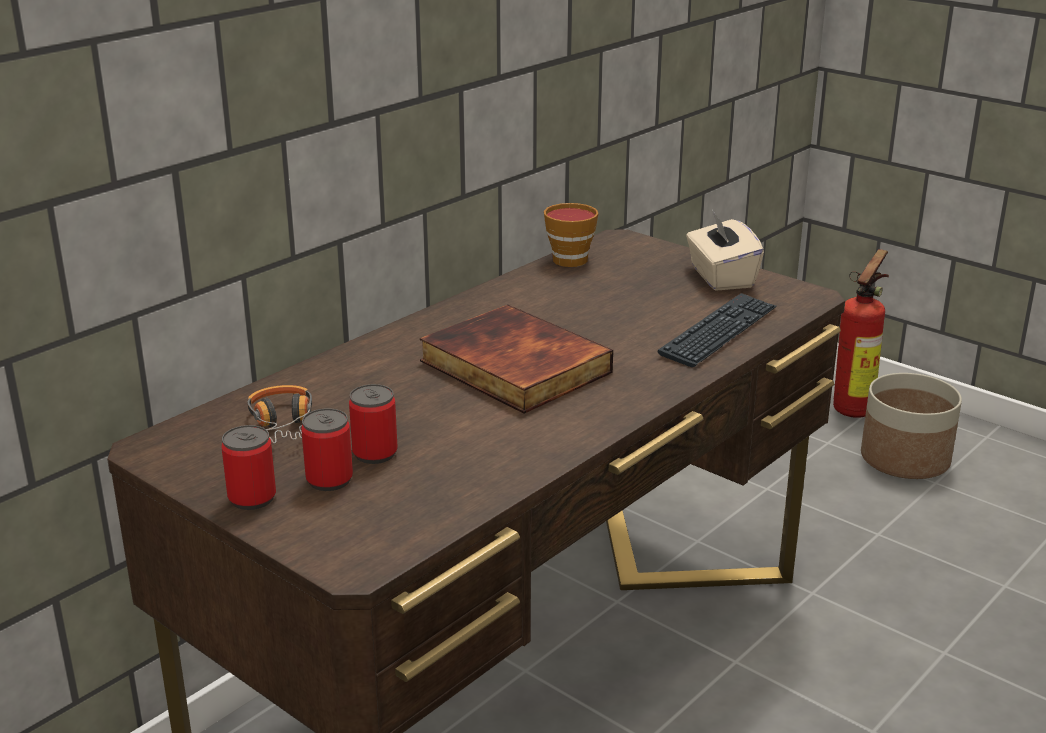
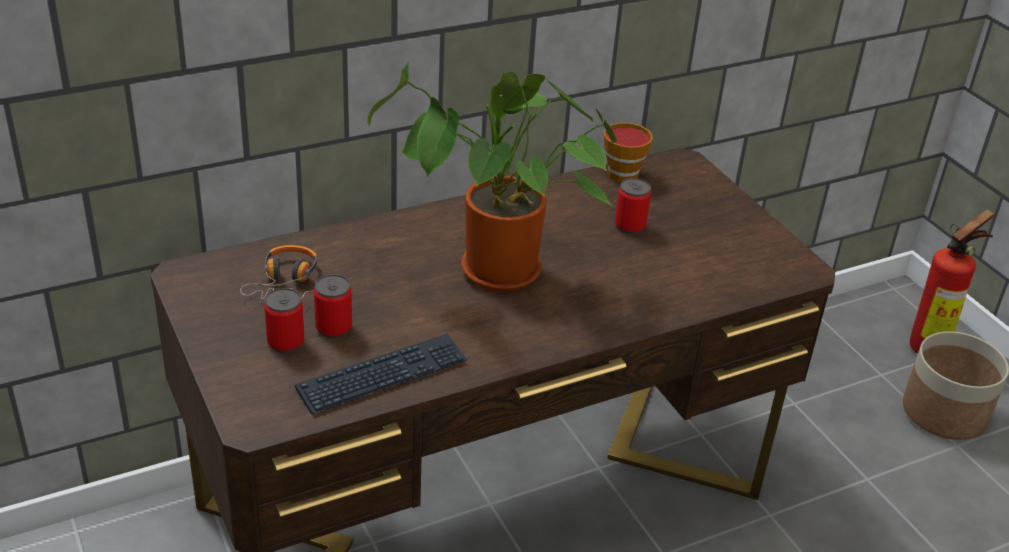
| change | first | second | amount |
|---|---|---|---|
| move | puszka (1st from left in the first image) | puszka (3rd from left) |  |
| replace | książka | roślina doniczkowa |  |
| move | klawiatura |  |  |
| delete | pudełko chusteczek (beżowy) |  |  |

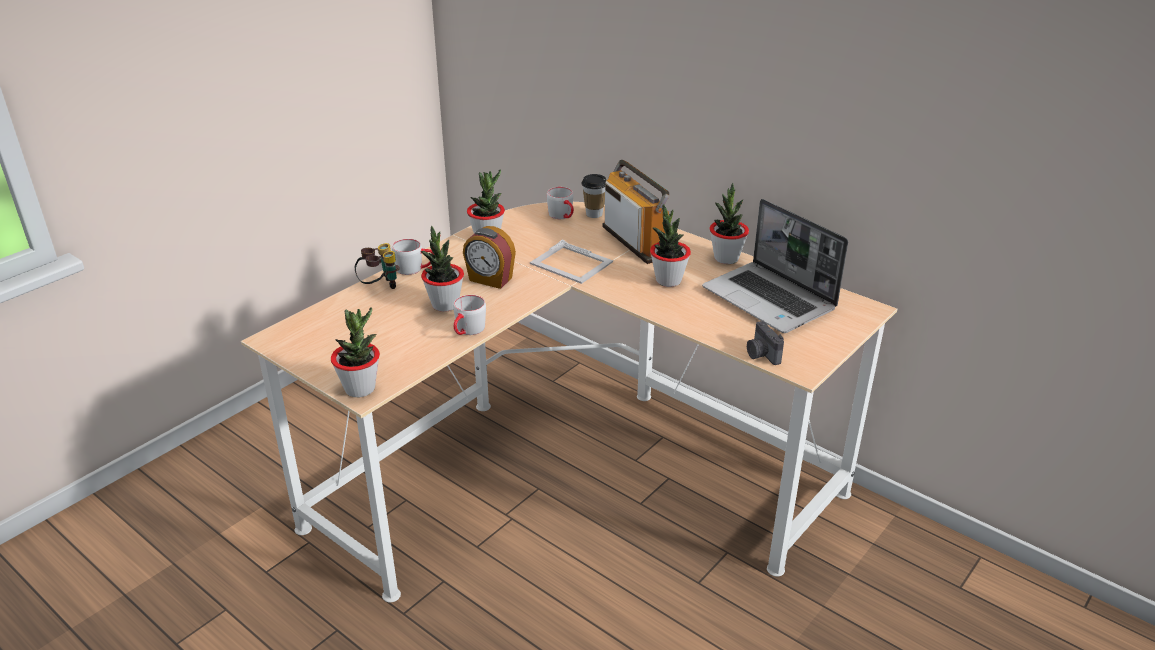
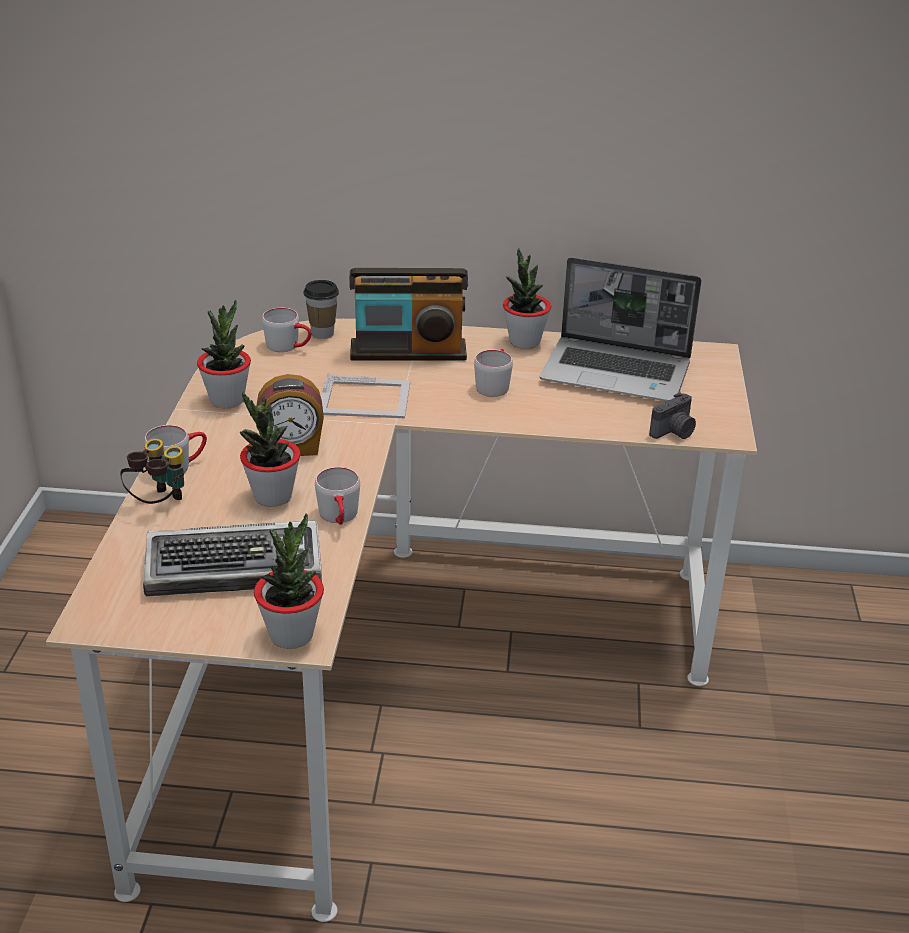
| change | first | second | amount |
|---|---|---|---|
| rotate | radio |  | 150 degrees clockwise |
| replace | roślina doniczkowa (4th from left) | kubek (szary) (4th from left) |  |
| rotate | aparat fotograficzny |  | 75 degrees counterclockwise |
| insert |  | klawiatura |  |

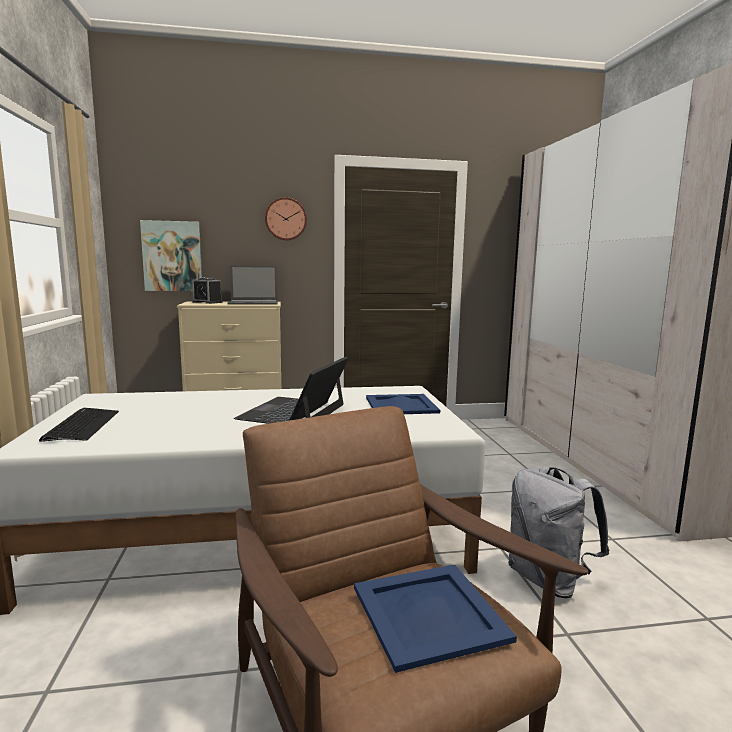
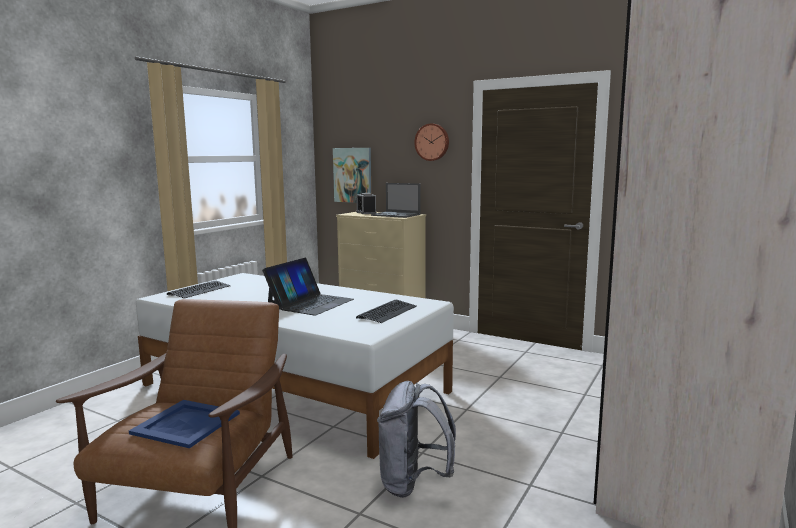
| change | first | second | amount |
|---|---|---|---|
| rotate | laptop (2nd from left in the first image) | laptop (1st from left) | 150 degrees clockwise |
| replace | taca (niebieski) (1st from left) | klawiatura (2nd from left) |  |

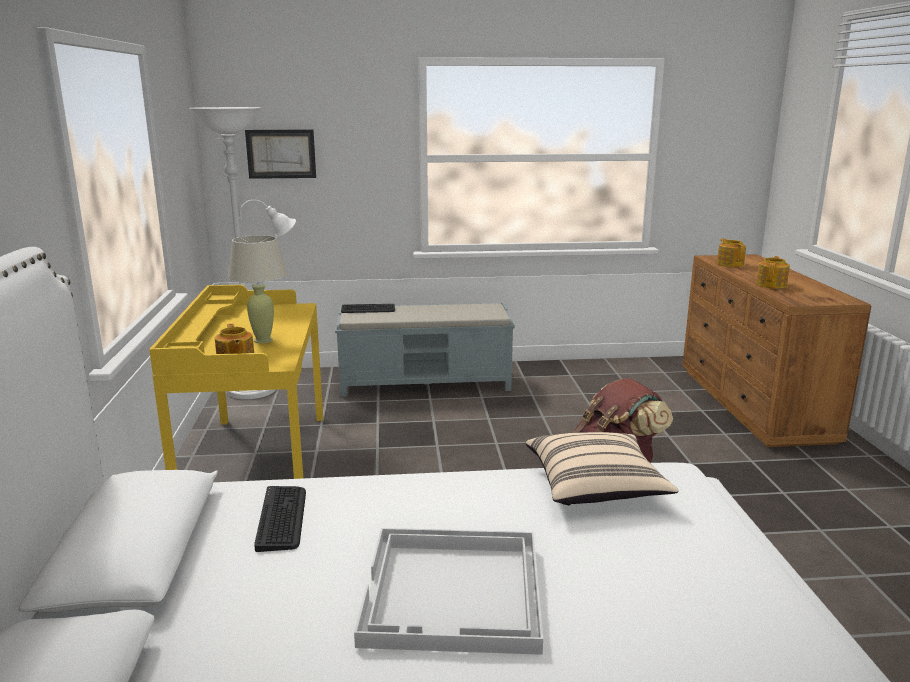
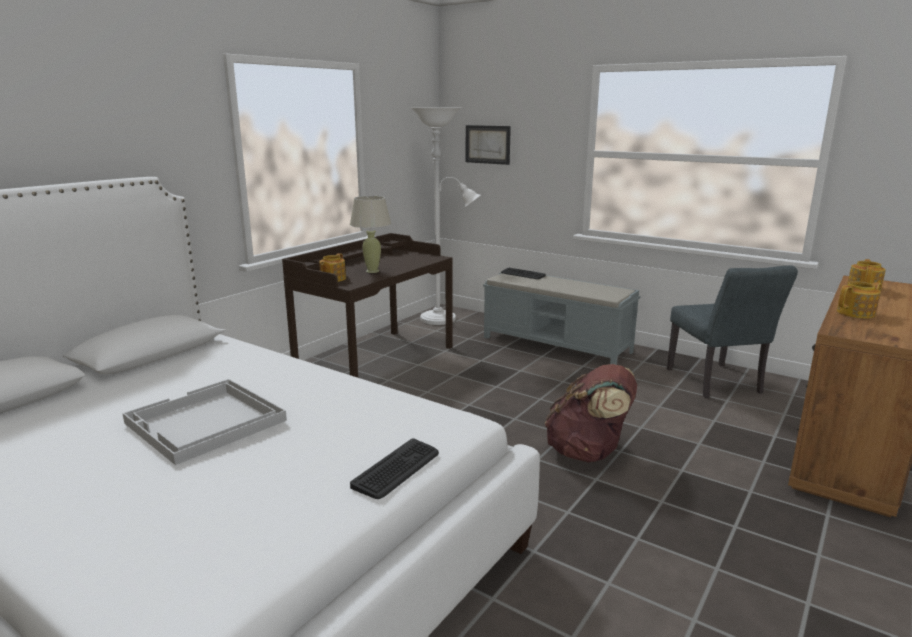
| change | first | second | amount |
|---|---|---|---|
| recolor | biurko (żółty) | biurko (brązowy) |  |
| move | klawiatura (1st from left) |  |  |
| delete | poduszka (beżowy) |  |  |
| insert |  | krzesło (szary) |  |

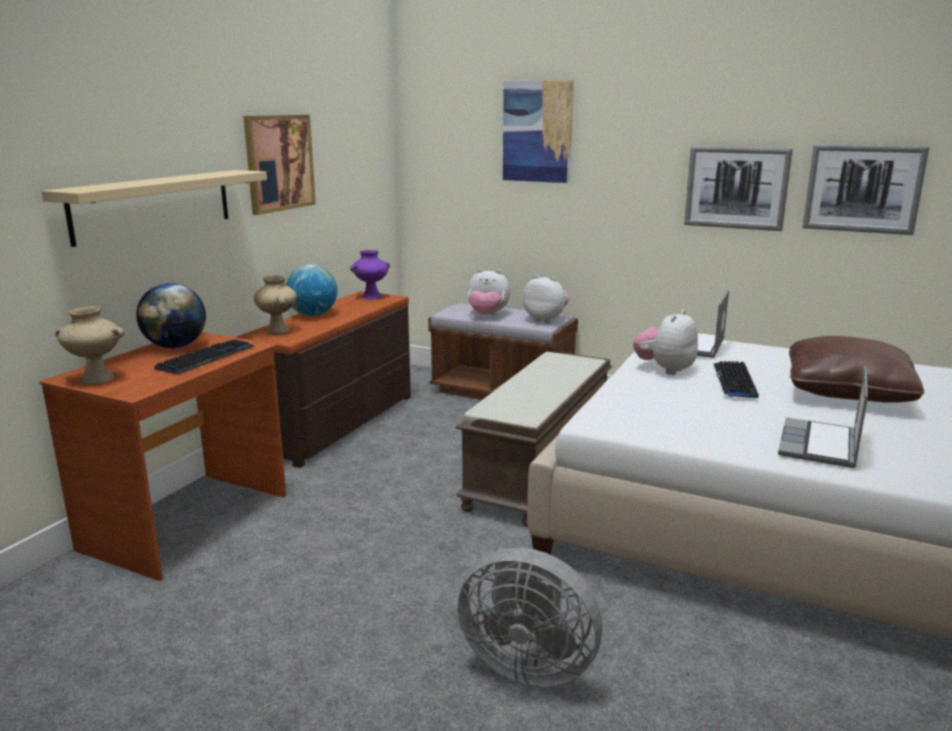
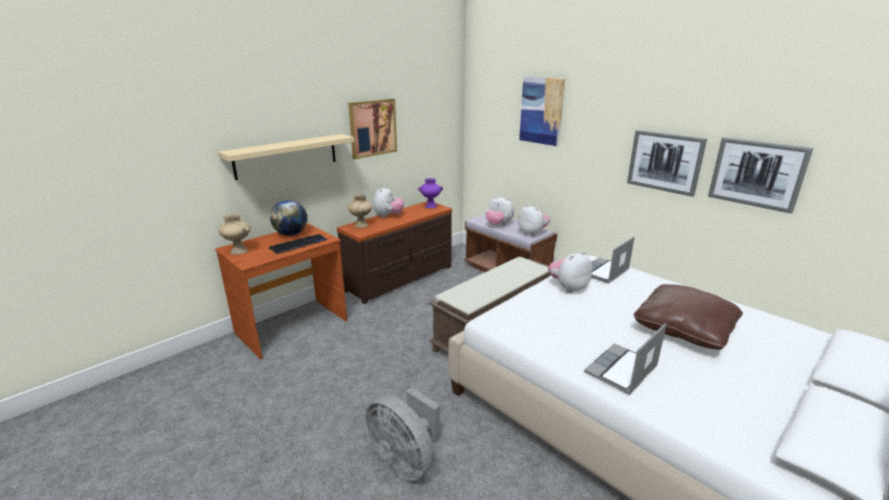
| change | first | second | amount |
|---|---|---|---|
| replace | globus (2nd from left) | pluszak (1st from left) |  |
| delete | klawiatura (2nd from left) |  |  |

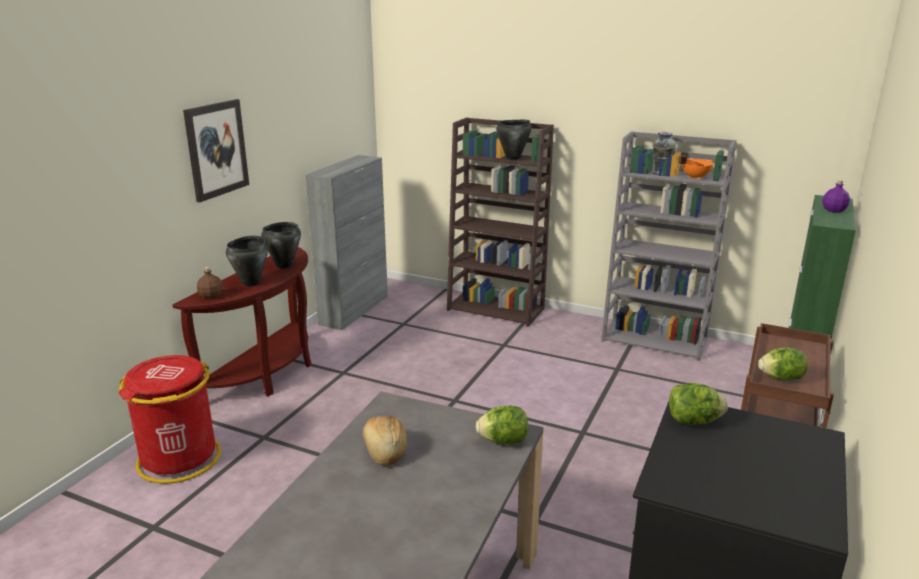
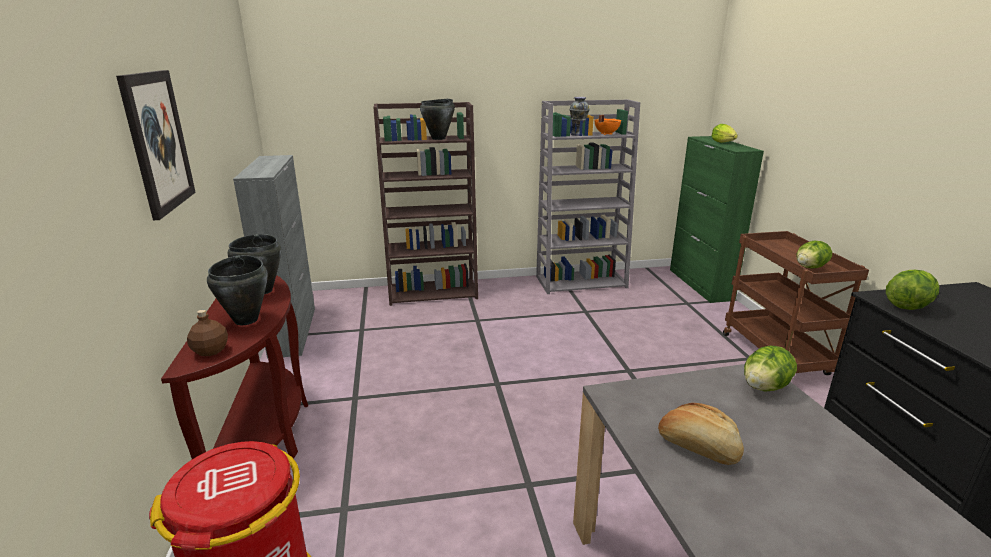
| change | first | second | amount |
|---|---|---|---|
| replace | butelka (fioletowy) | sałata (1st from left) |  |

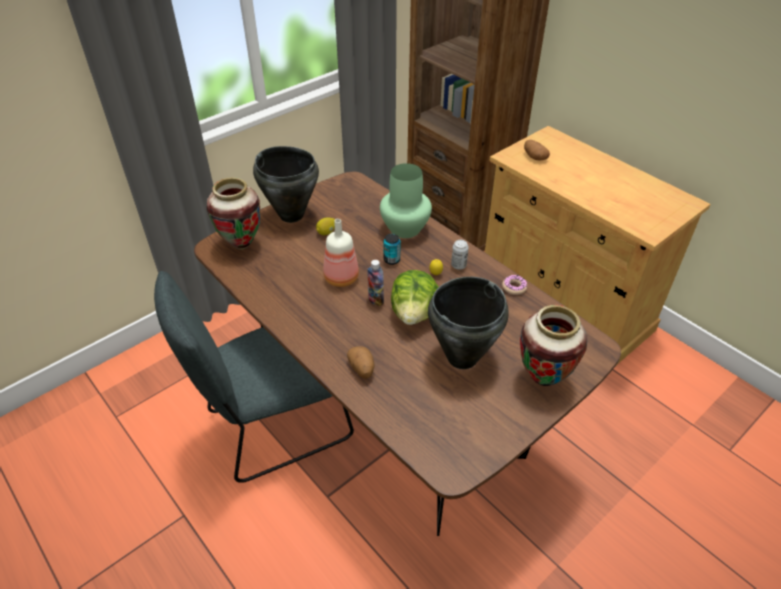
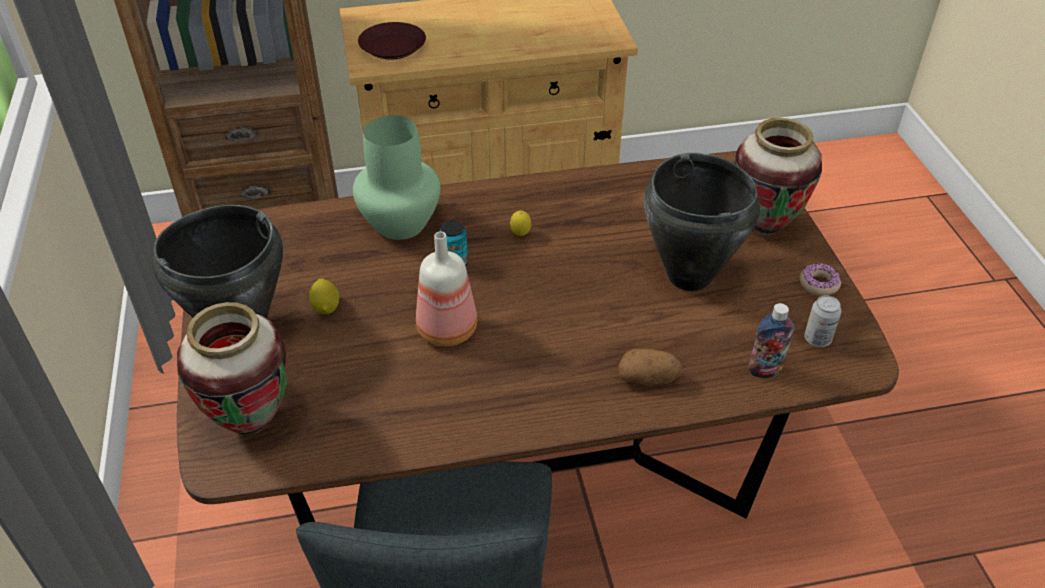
| change | first | second | amount |
|---|---|---|---|
| move | butelka (2nd from left) |  |  |
| delete | sałata |  |  |
| move | puszka (2nd from left) |  |  |
| move | donut |  |  |
| replace | ziemniak (2nd from left) | talerz (brązowy) |  |

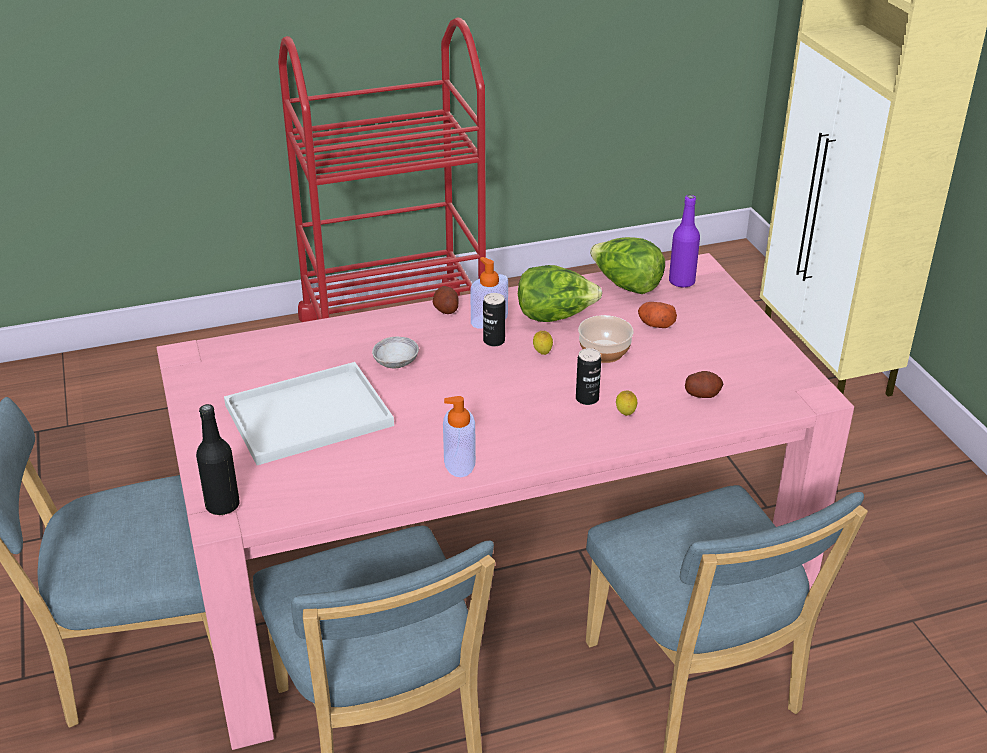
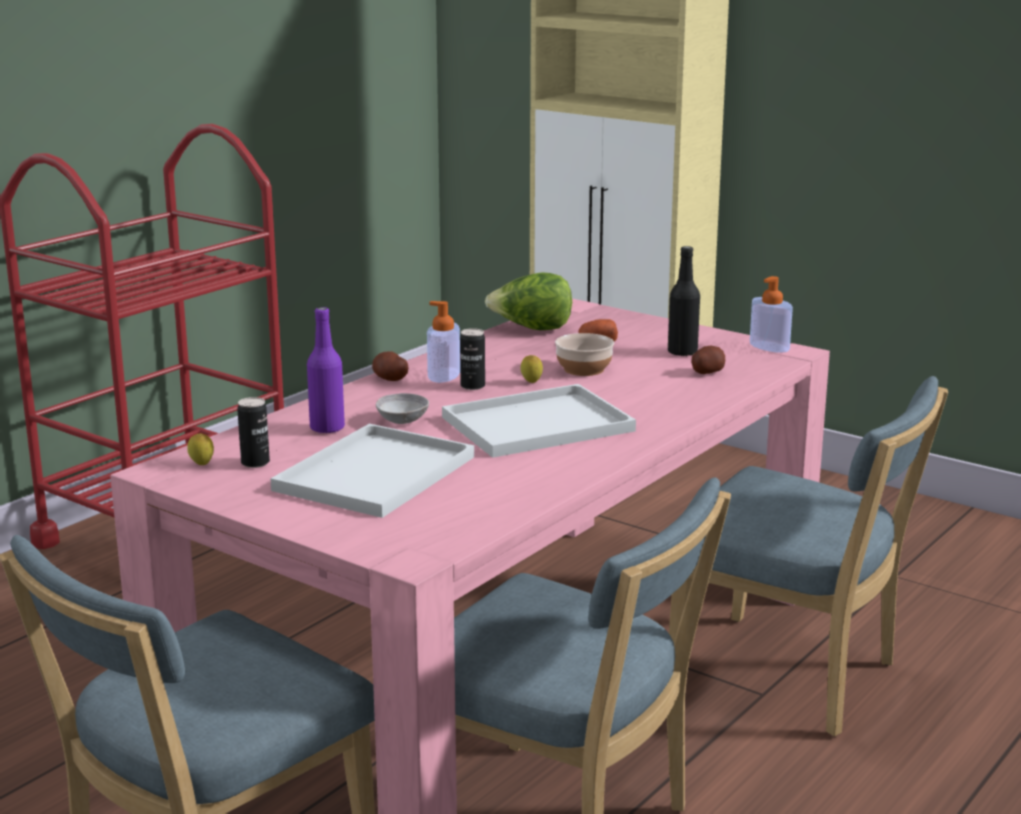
| change | first | second | amount |
|---|---|---|---|
| move | butelka (czarny) |  |  |
| move | dozownik mydła (1st from left in the first image) | dozownik mydła (2nd from left) |  |
| delete | sałata (1st from left) |  |  |
| move | puszka (2nd from left in the first image) | puszka (1st from left) |  |
| move | cytryna (2nd from left in the first image) | cytryna (1st from left) |  |
| move | butelka (fioletowy) |  |  |
| insert |  | taca (biały) (2nd from left) |  |

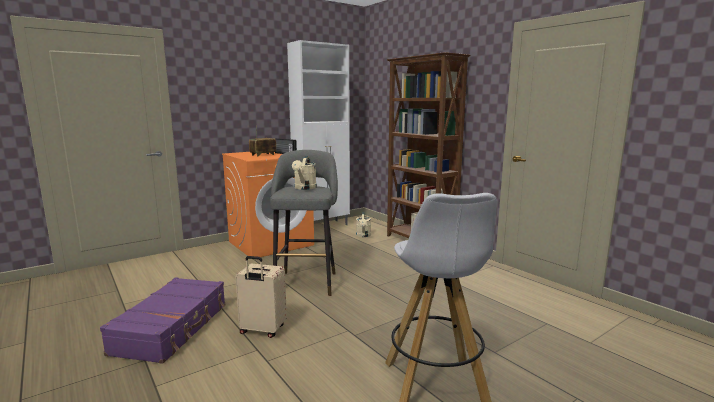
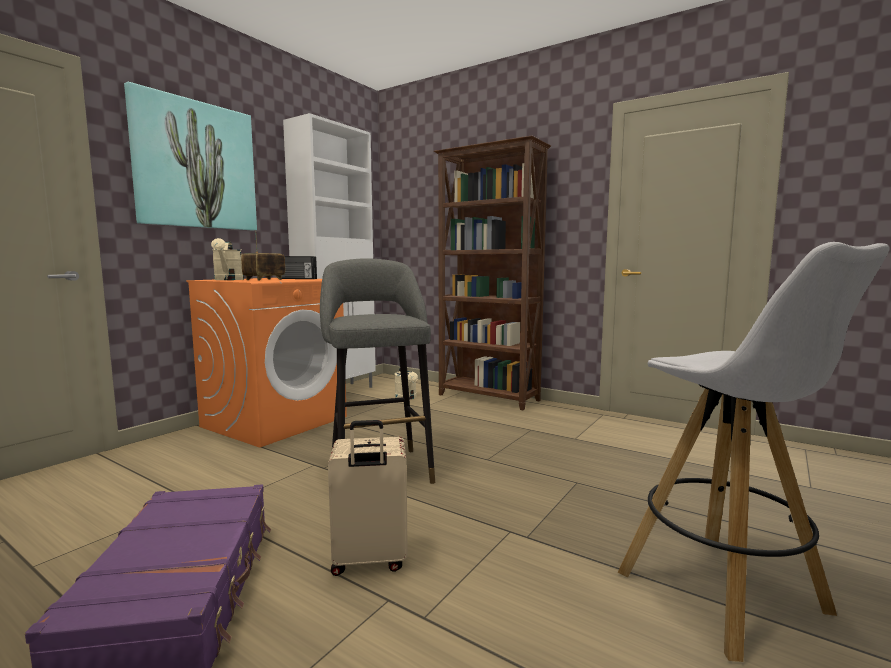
| change | first | second | amount |
|---|---|---|---|
| move | konewka (beżowy) (1st from left) |  |  |
| insert |  | obraz |  |

